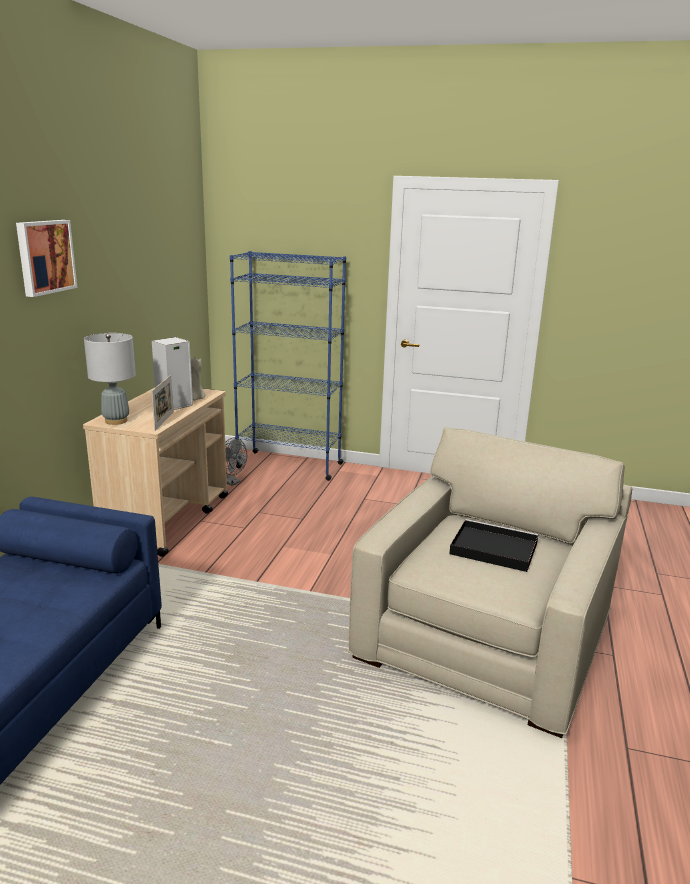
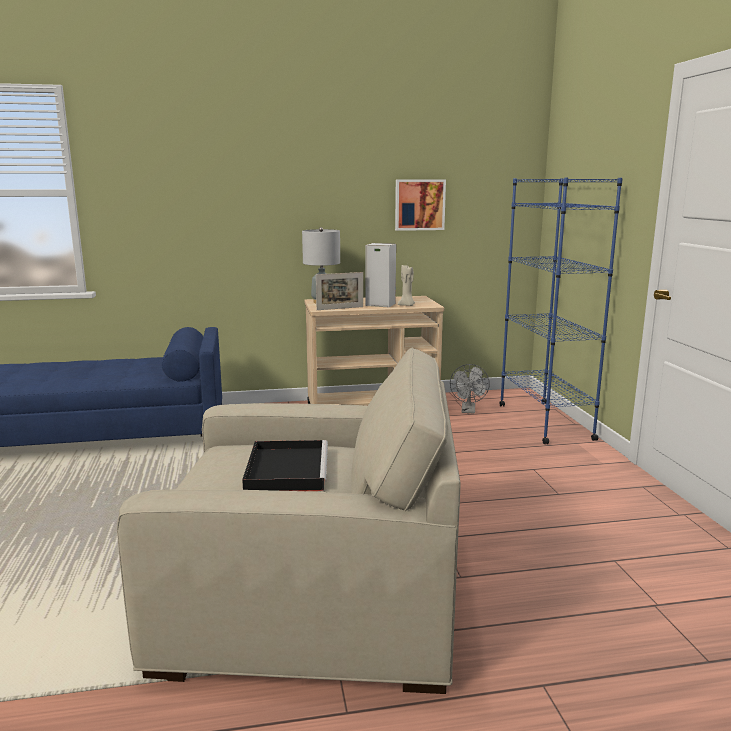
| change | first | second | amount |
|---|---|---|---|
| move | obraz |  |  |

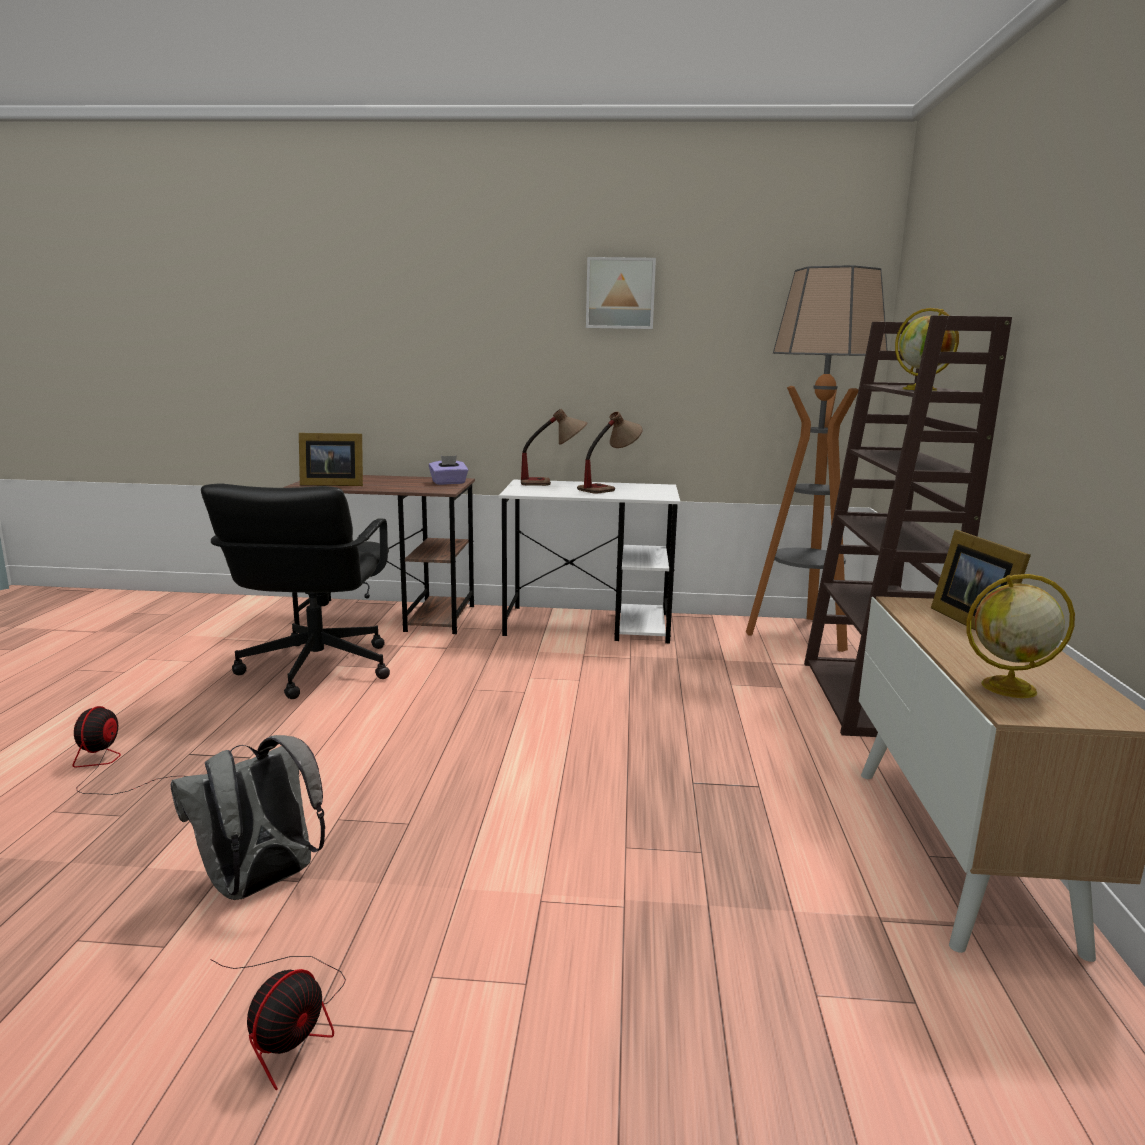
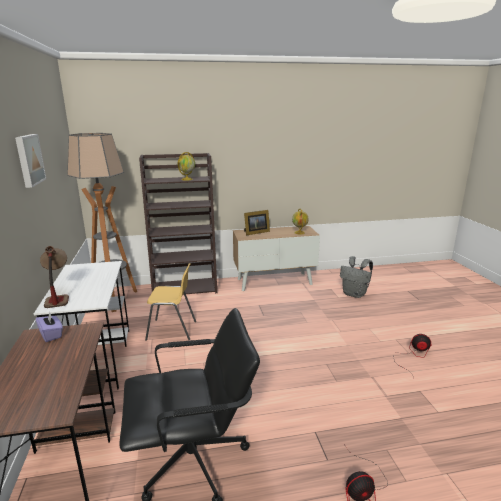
| change | first | second | amount |
|---|---|---|---|
| move | plecak (szary) |  |  |
| delete | ramka na zdjęcie (1st from left) |  |  |
| delete | lampa stołowa (2nd from left) |  |  |
| insert |  | krzesło (żółty) |  |

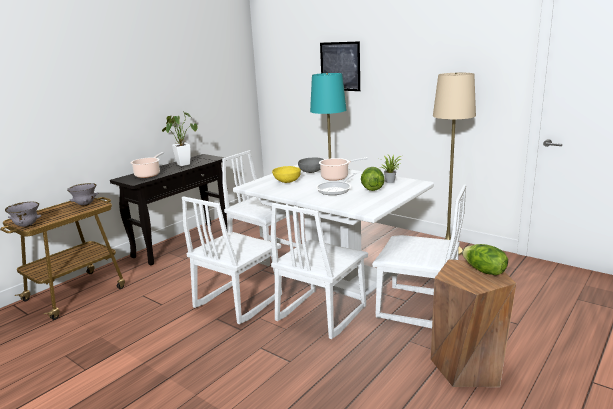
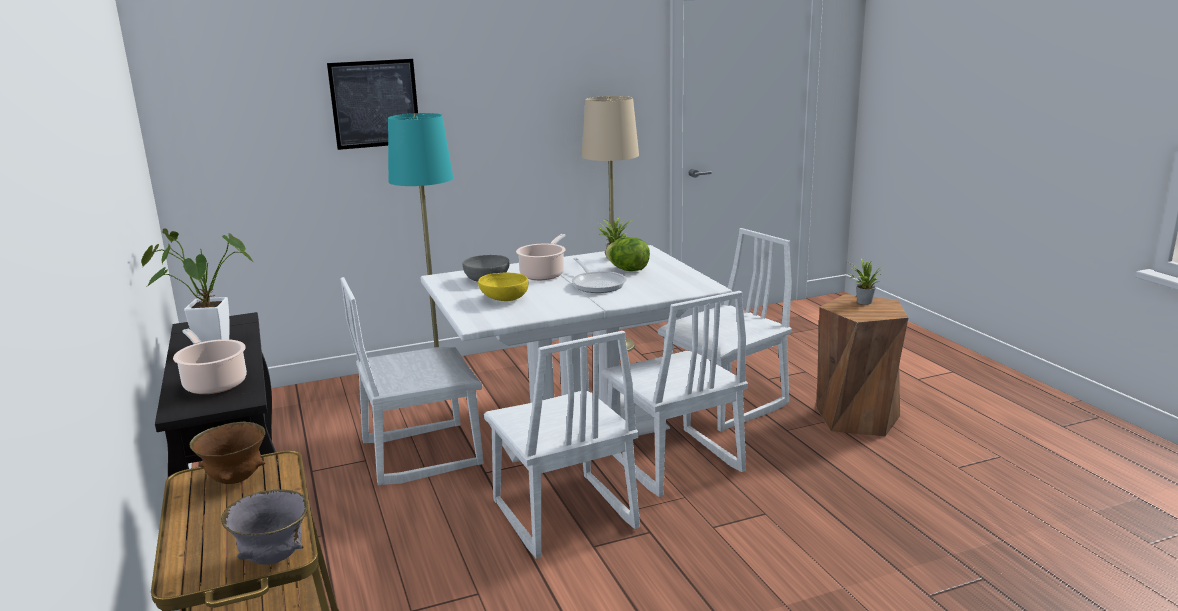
| change | first | second | amount |
|---|---|---|---|
| recolor | miska (szary) (2nd from left) | miska (brązowy) |  |
| replace | sałata (2nd from left) | roślina doniczkowa (3rd from left) |  |

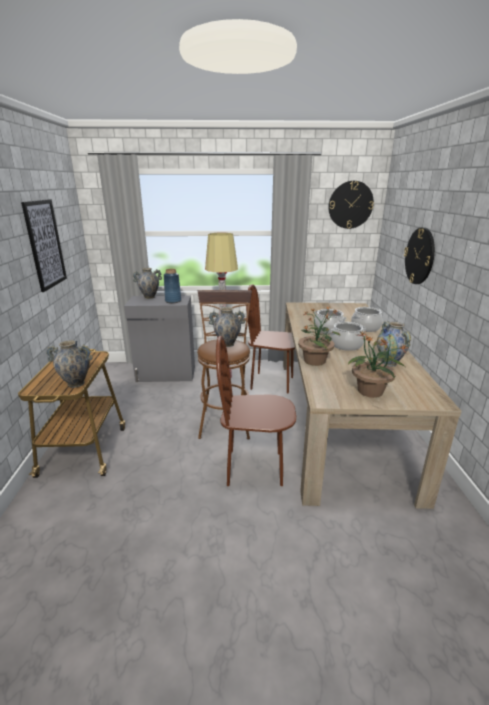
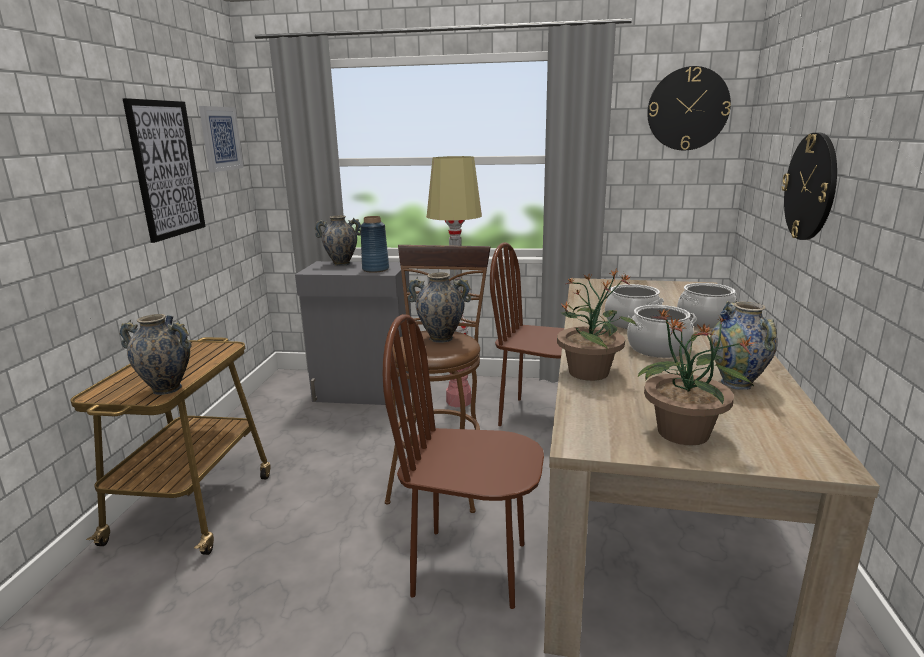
| change | first | second | amount |
|---|---|---|---|
| insert |  | obraz (2nd from left) |  |

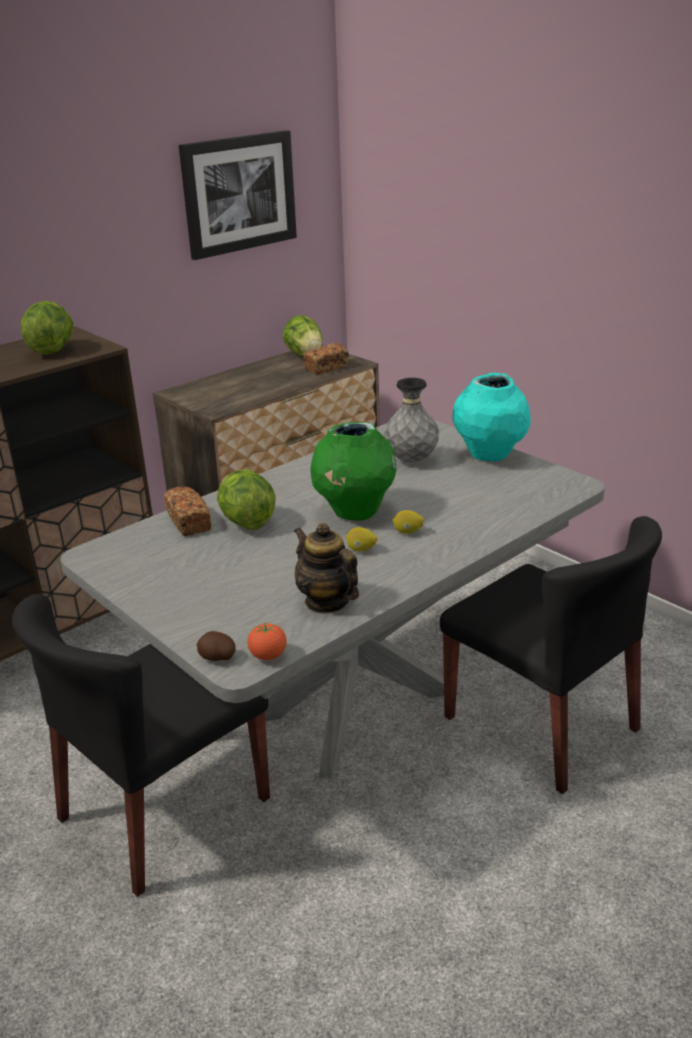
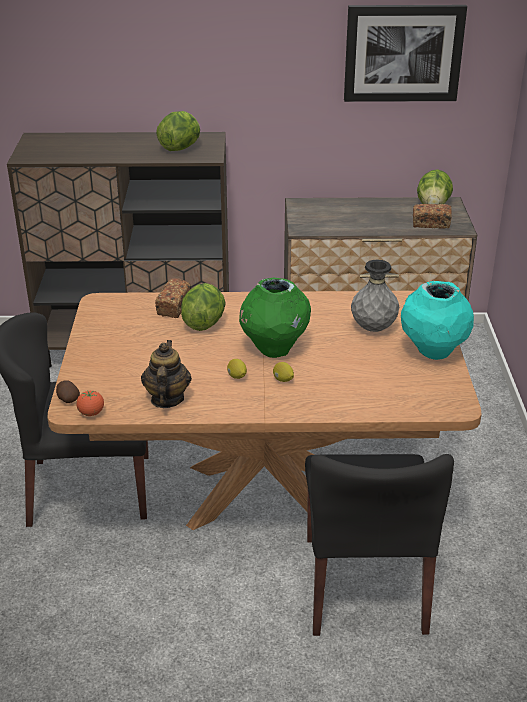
| change | first | second | amount |
|---|---|---|---|
| recolor | stół jadalny (szary) | stół jadalny (brązowy) |  |

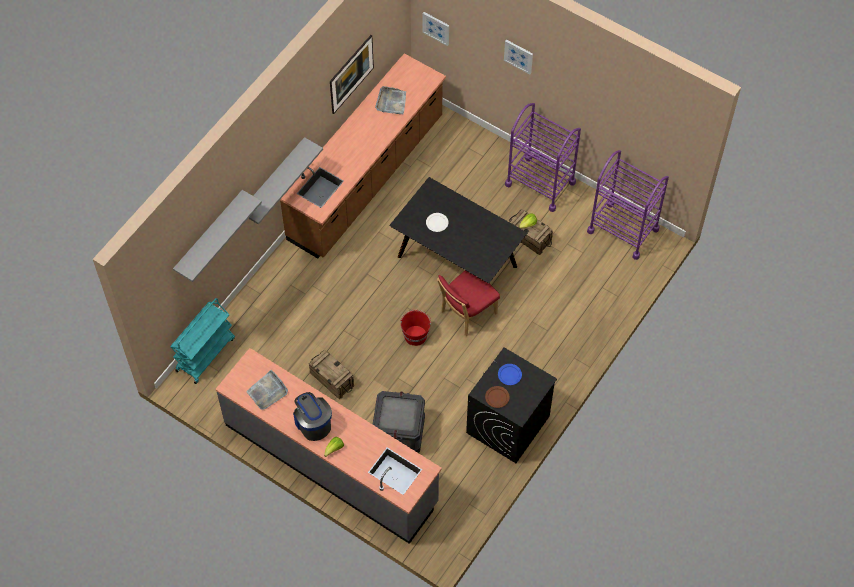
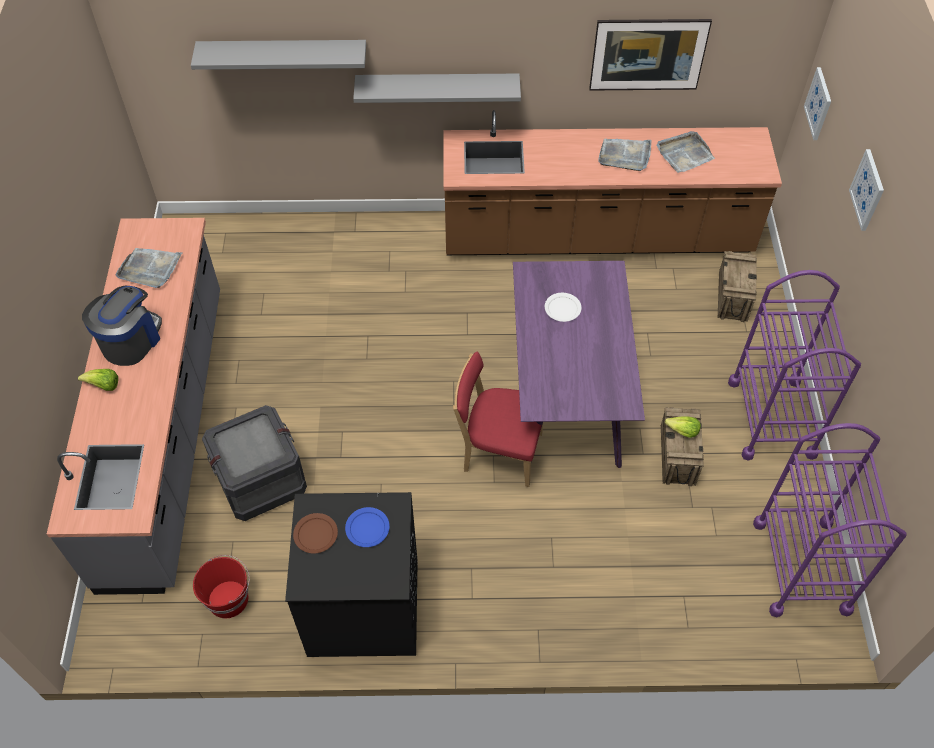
| change | first | second | amount |
|---|---|---|---|
| delete | wózek (turkusowy) |  |  |
| move | skrzynka (1st from left in the first image) | skrzynka (3rd from left) |  |
| recolor | stół jadalny (czarny) | stół jadalny (fioletowy) |  |
| move | wiadro (czerwony) |  |  |
| insert |  | taca (szary) (2nd from left) |  |

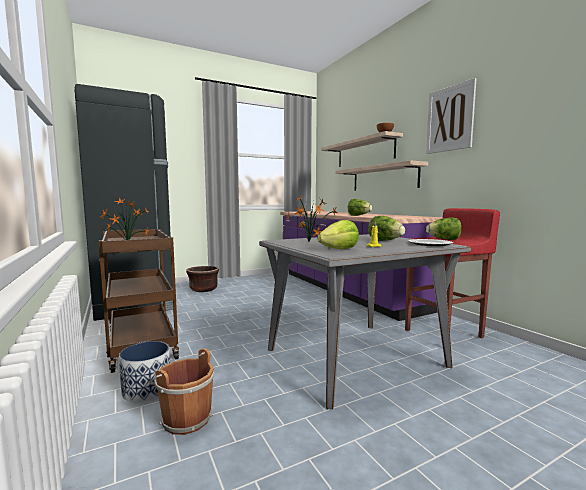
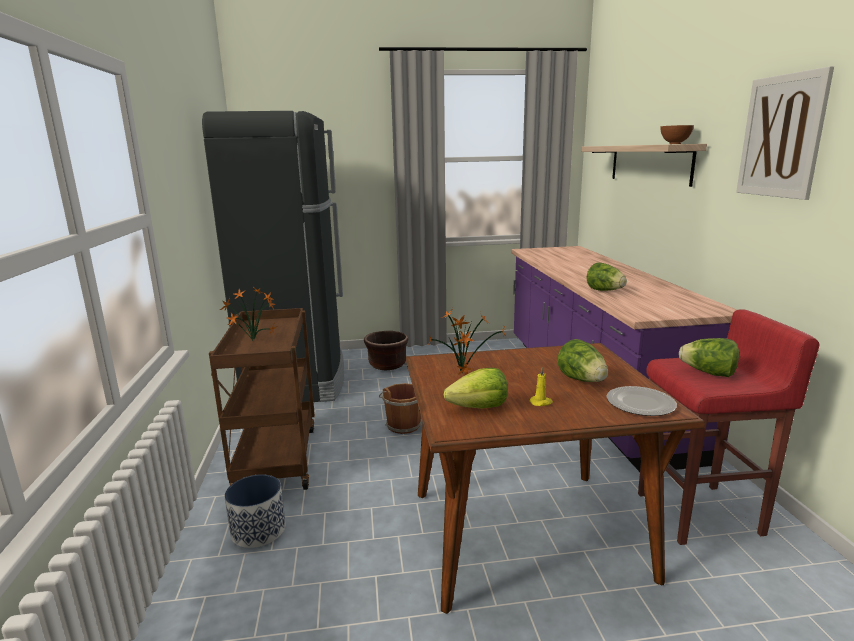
| change | first | second | amount |
|---|---|---|---|
| move | wiadro (brązowy) |  |  |
| recolor | stół jadalny (szary) | stół jadalny (brązowy) |  |
| delete | półka (2nd from left) |  |  |

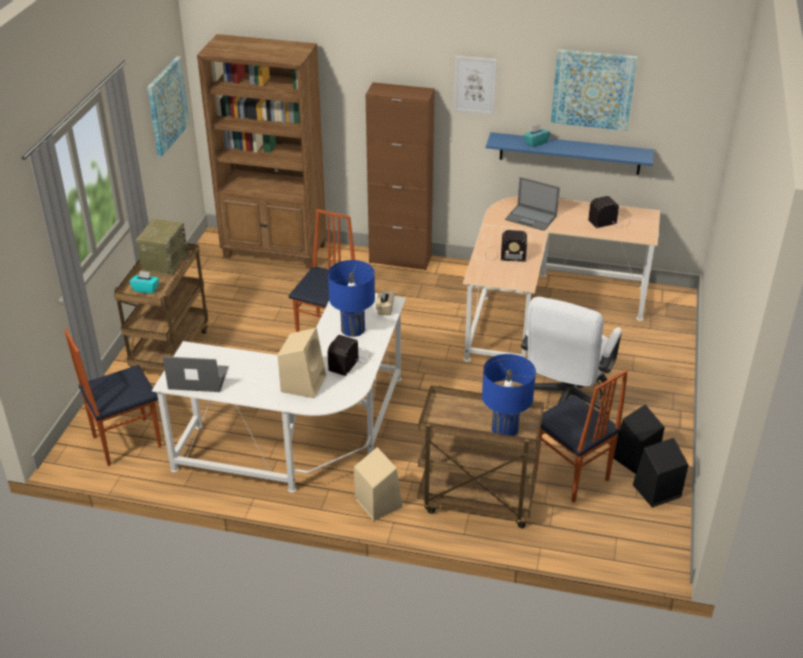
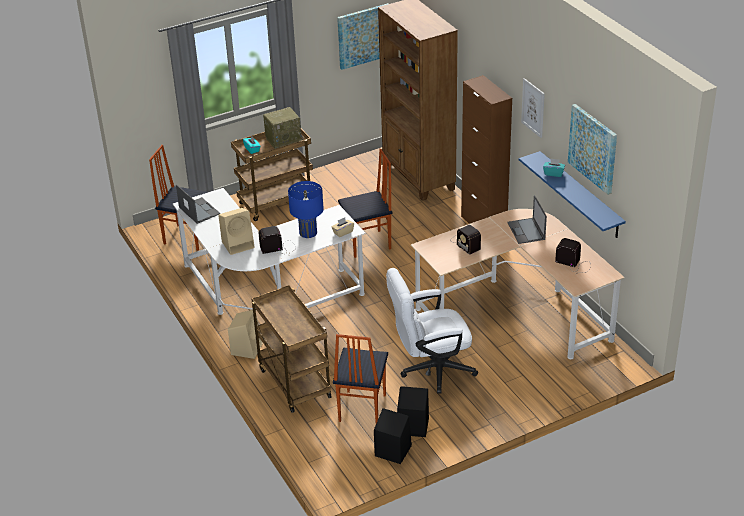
| change | first | second | amount |
|---|---|---|---|
| delete | lampa stołowa (niebieski) (2nd from left) |  |  |

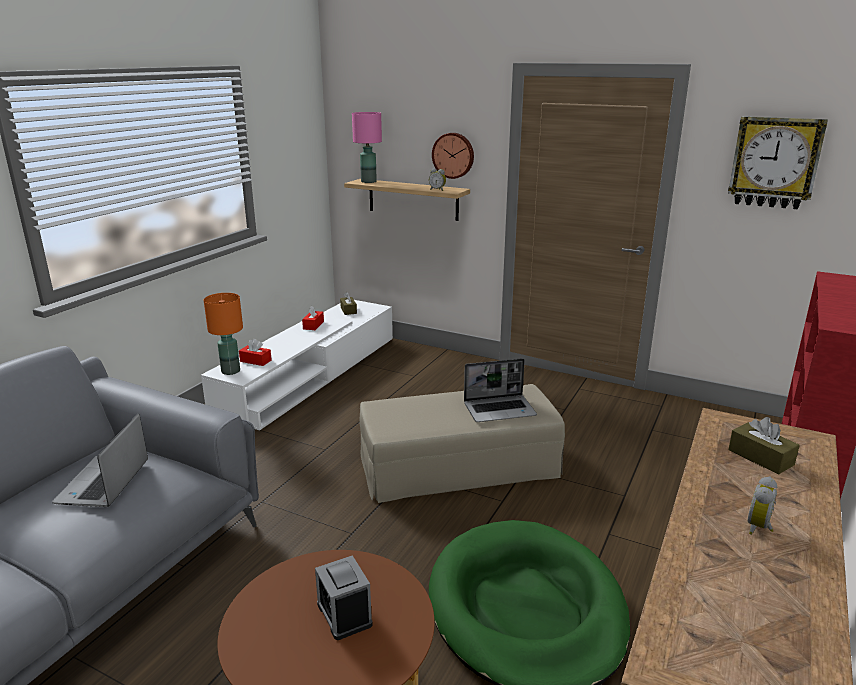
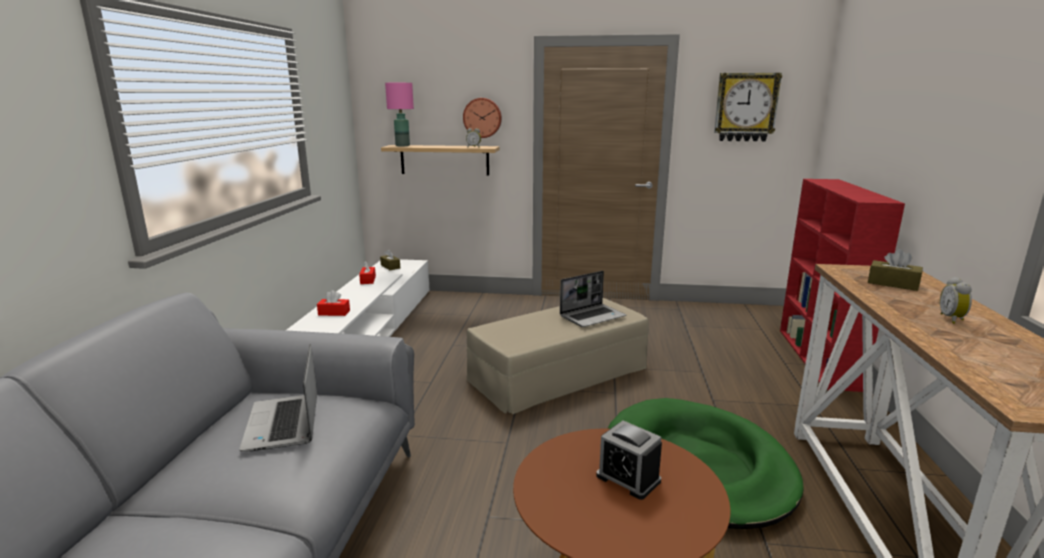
| change | first | second | amount |
|---|---|---|---|
| delete | lampa stołowa (pomarańczowy) |  |  |

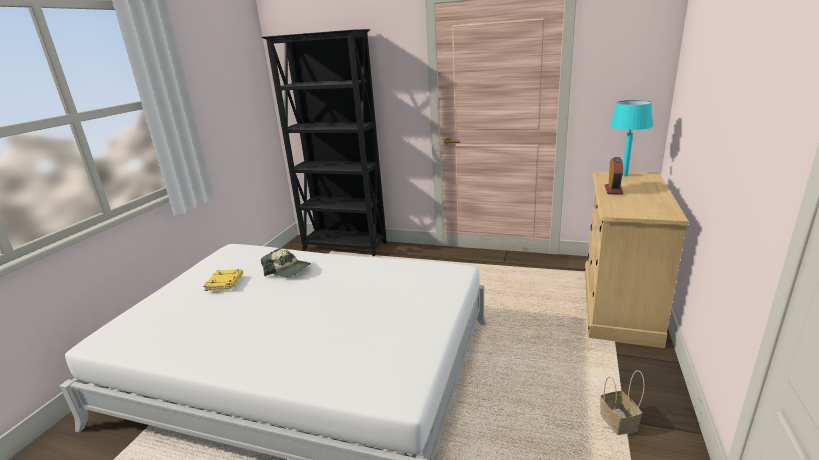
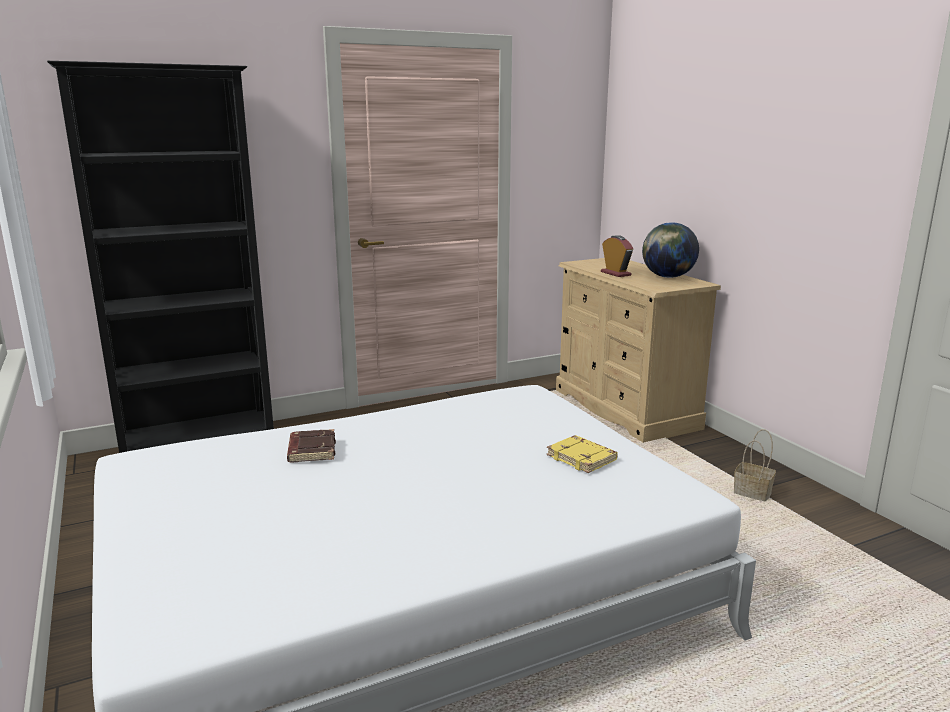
| change | first | second | amount |
|---|---|---|---|
| move | książka (żółty) |  |  |
| replace | czapka z daszkiem | książka (brązowy) |  |
| delete | lampa stołowa (turkusowy) |  |  |
| insert |  | globus |  |

